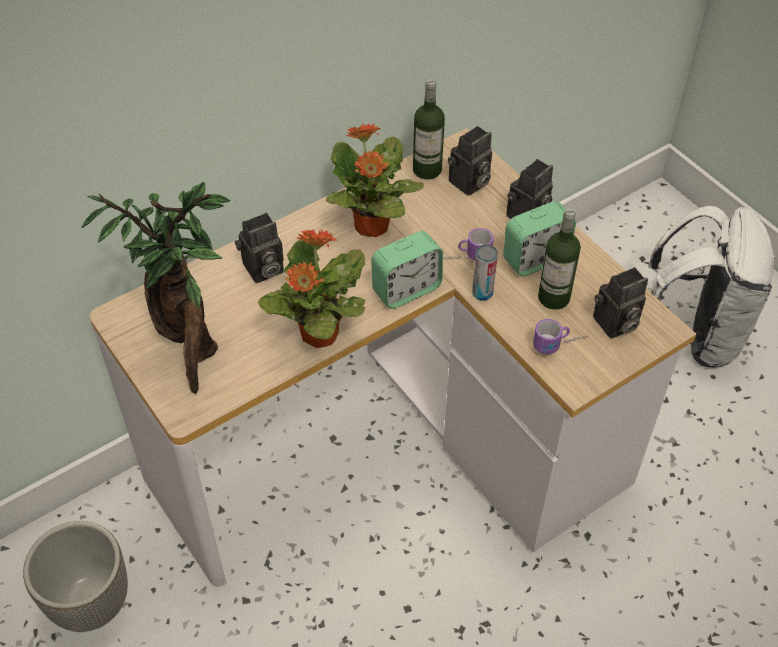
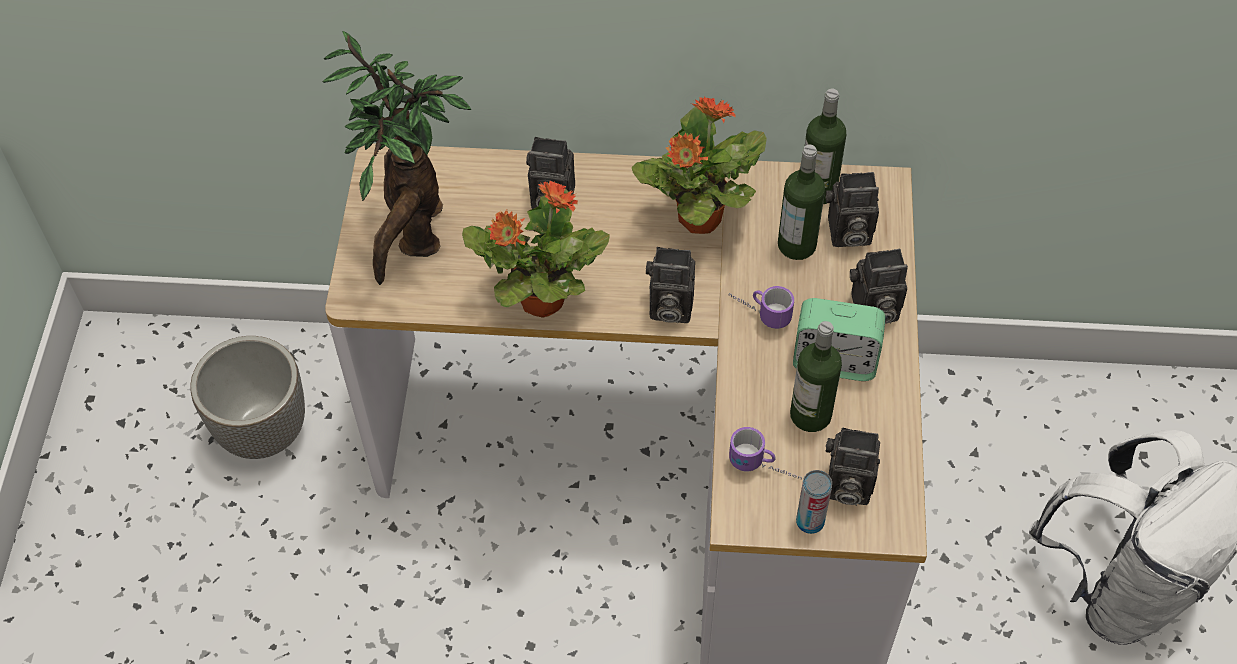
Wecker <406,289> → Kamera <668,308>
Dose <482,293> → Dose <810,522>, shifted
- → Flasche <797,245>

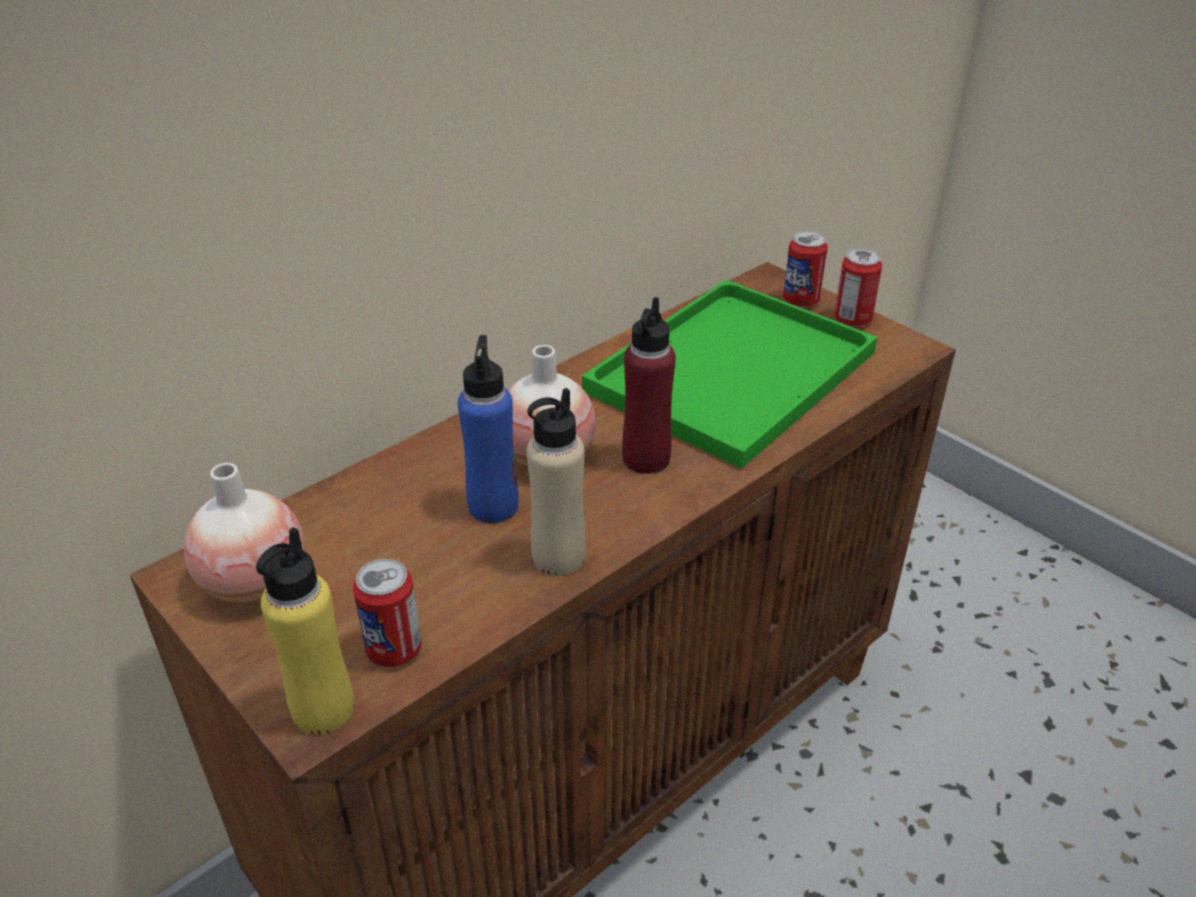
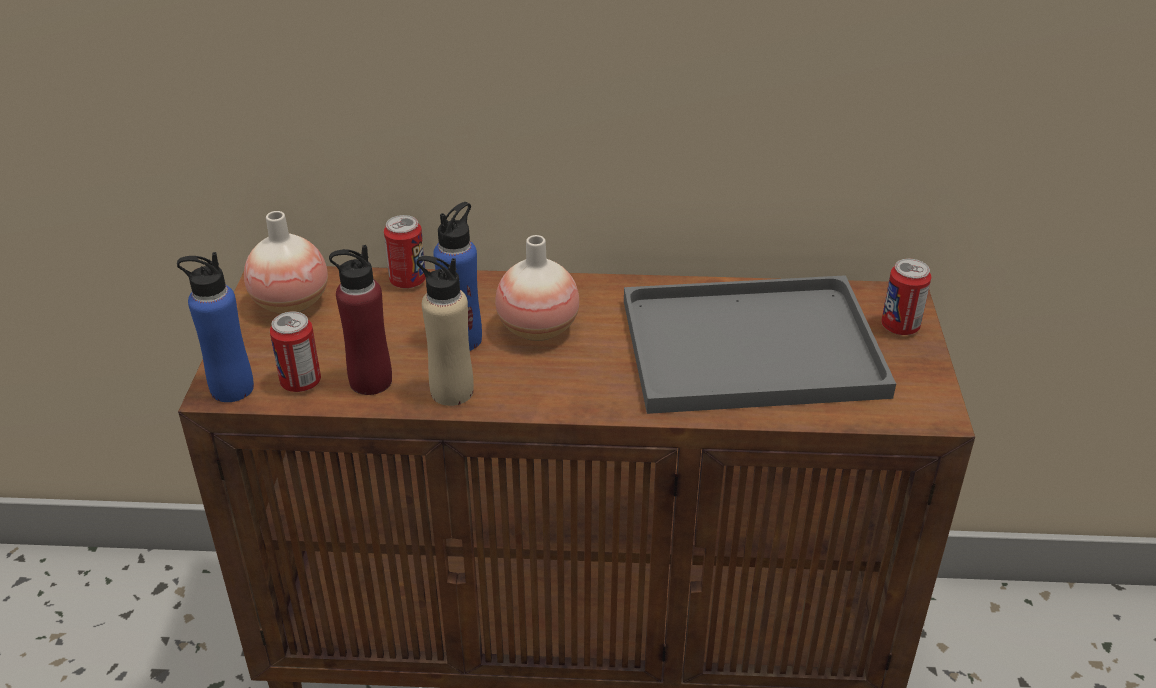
Dose <852,320> → Dose <408,281>, shifted
Tablett [grün] <731,375> → Tablett [grau] <746,349>
Flasche [rot] <646,459> → Flasche [rot] <370,381>, shifted
Flasche [gelb] <323,709> → Flasche [blau] <231,388>

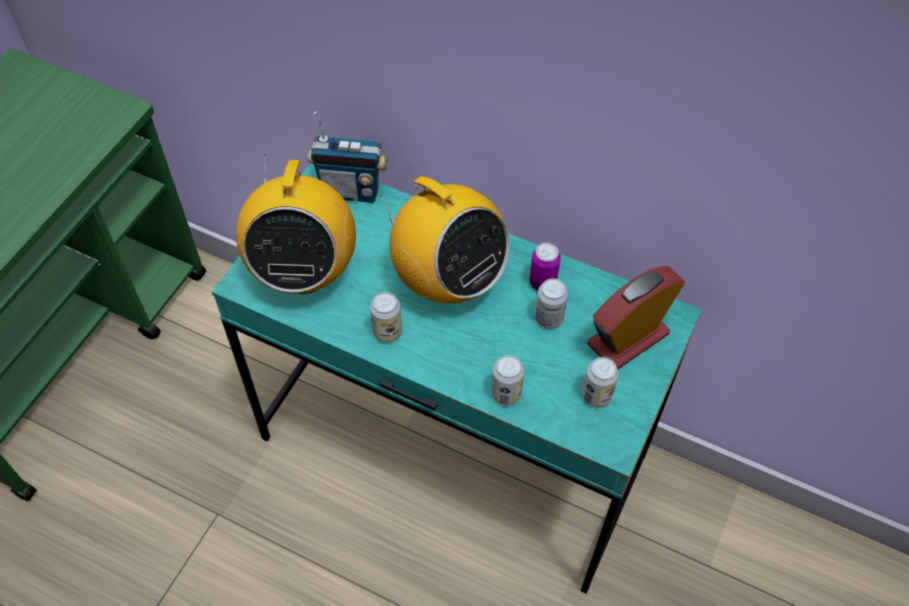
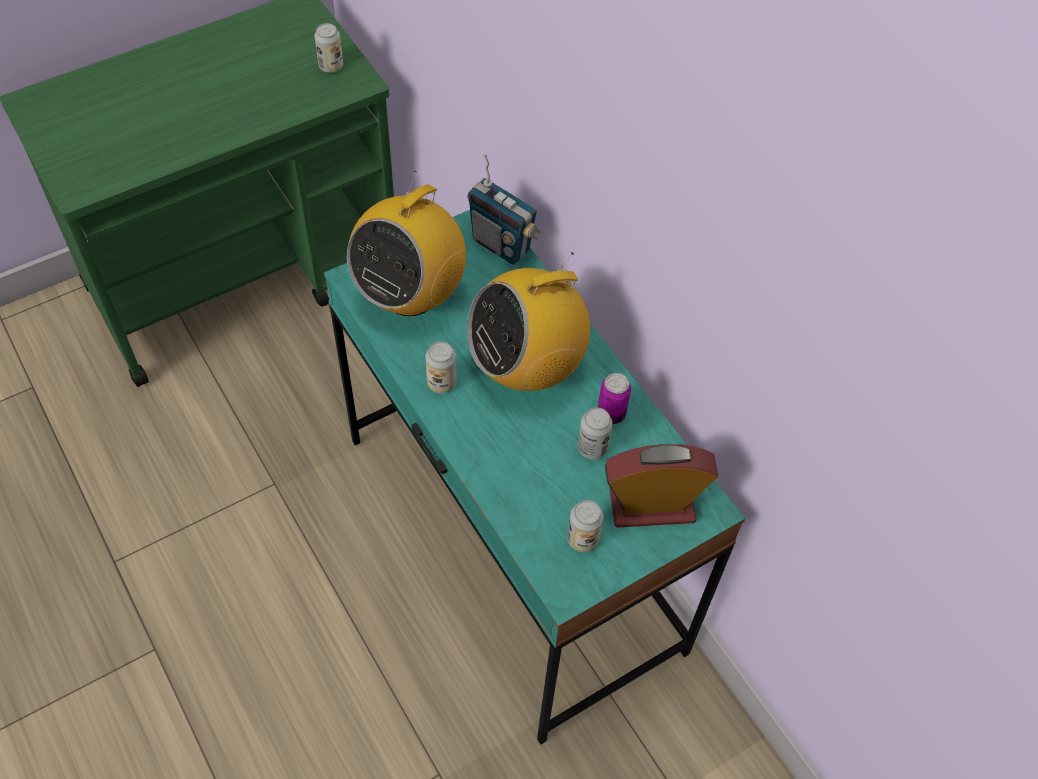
Radio <447,280> → Radio <527,367>, 75 degrees clockwise
Dose <506,394> → Dose <331,66>, shifted

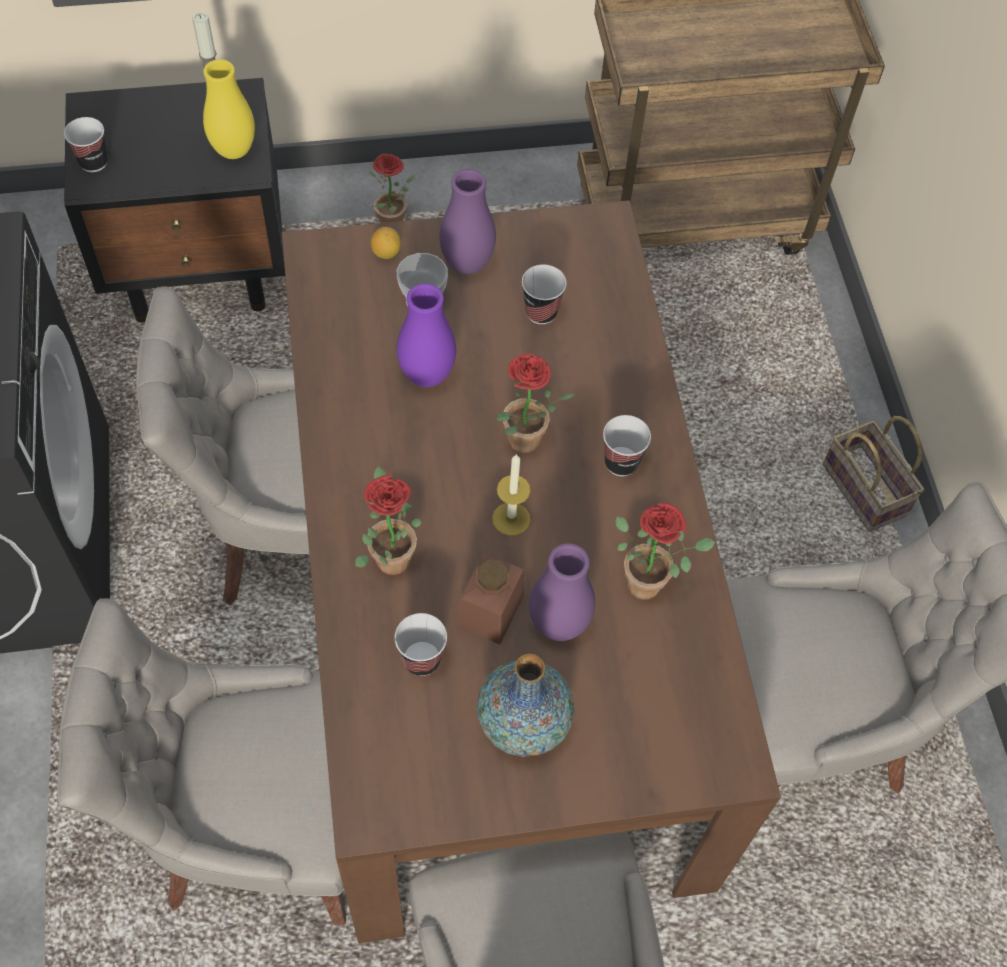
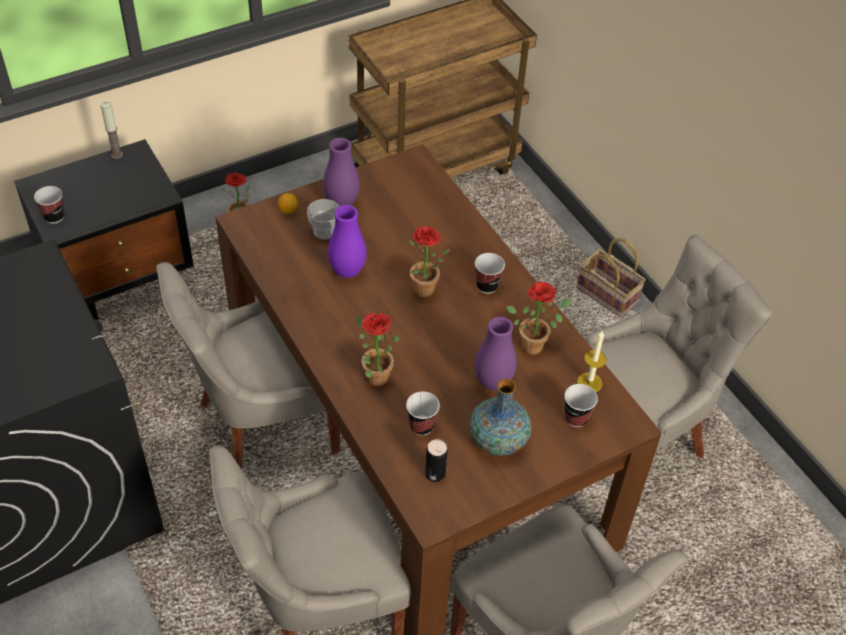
Vase [gelb] <234,151> → -
Tasse <541,312> → Tasse <576,418>, shifted
Kerze <511,519> → Kerze <589,382>, shifted
Vorratsglas [braun] <490,611> → -
- → Dose <435,474>

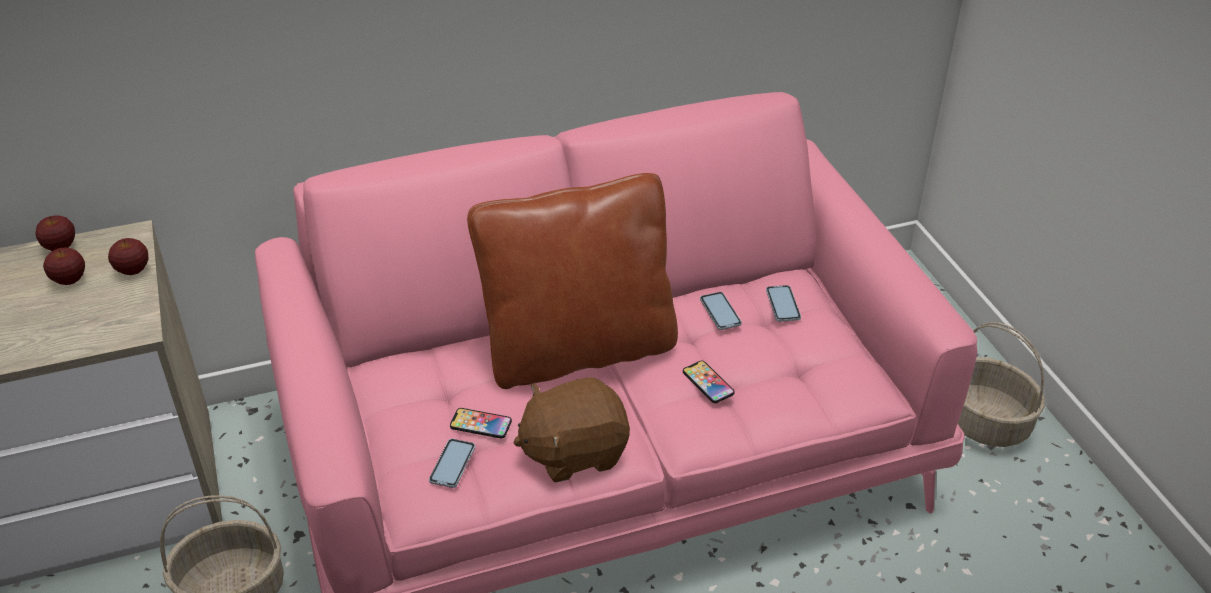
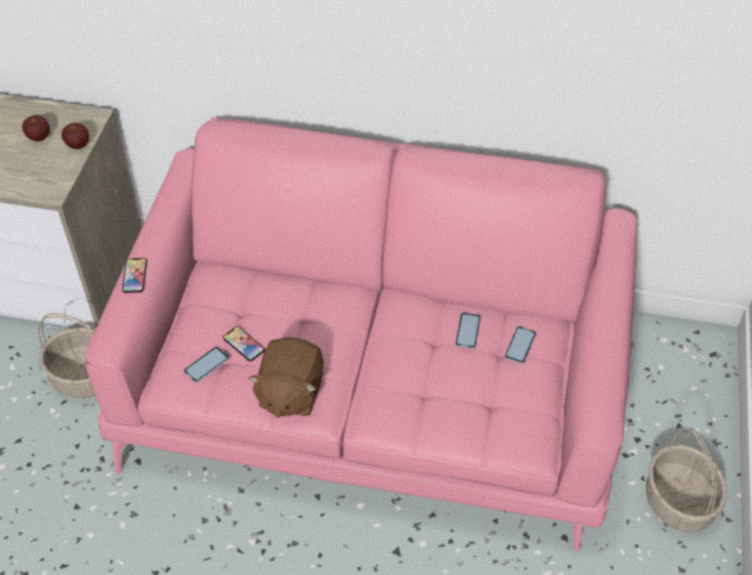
Kissen [braun] <578,350> → -
Apfel <60,247> → -
Handy <708,382> → Handy <134,276>, shifted
Plüschtier [braun] <574,451> → Plüschtier [braun] <289,393>, 90 degrees counterclockwise

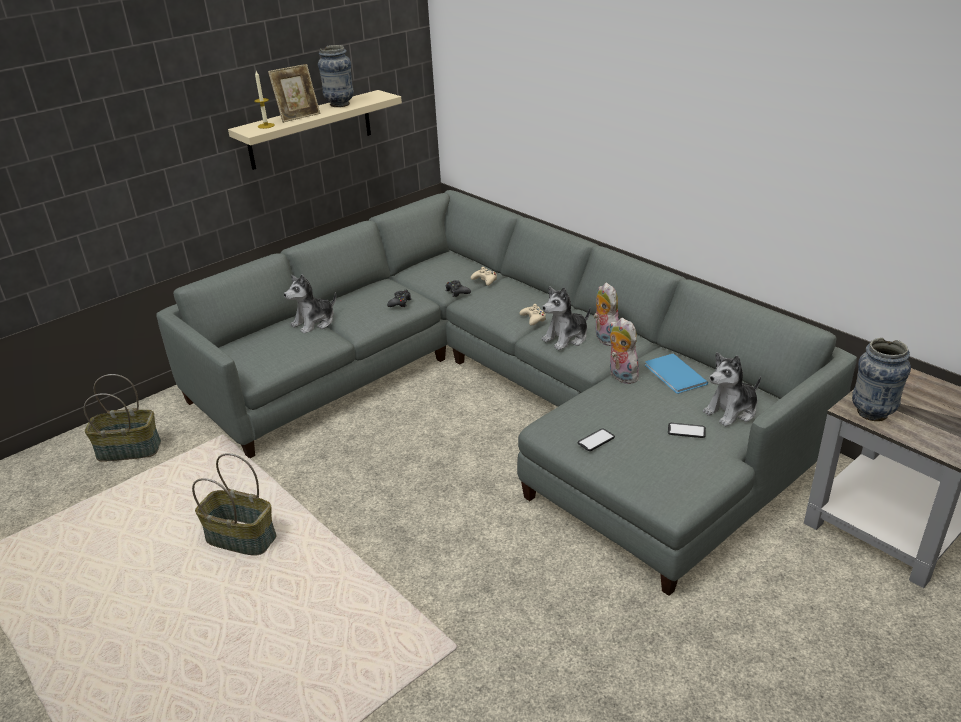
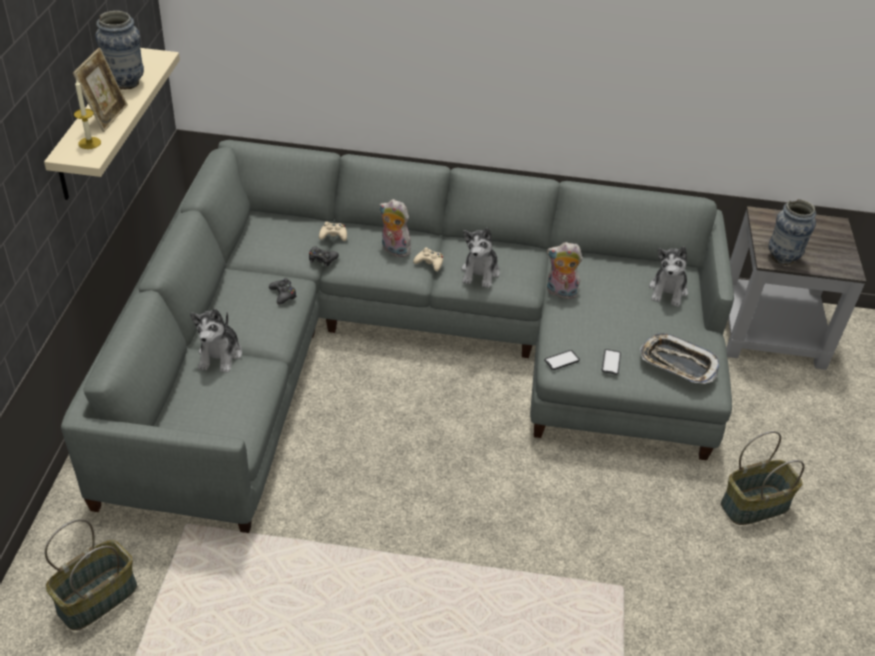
Plüschtier <604,338> → Plüschtier <393,250>, shifted
Buch [blau] <674,376> → -
Handy <686,431> → Handy <561,360>, shifted
Korb <242,537> → Korb <754,504>, shifted
- → Tablett <677,363>

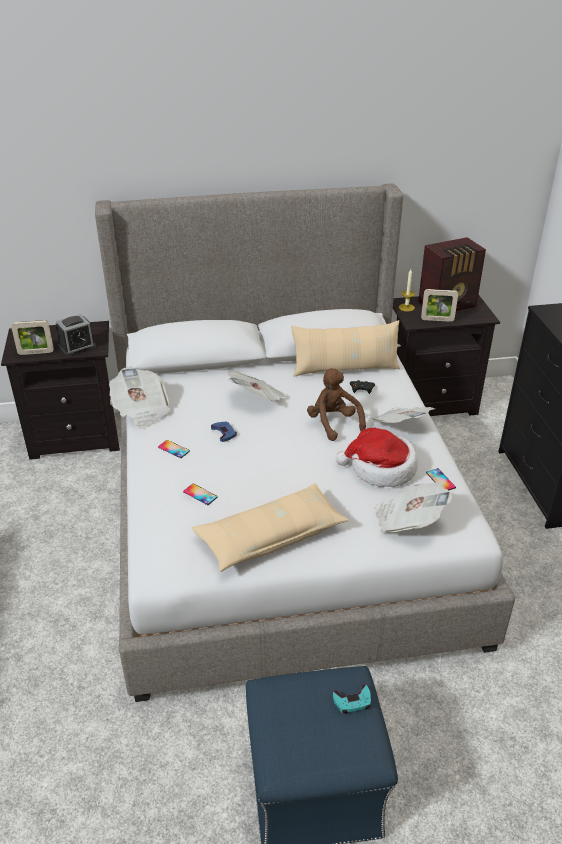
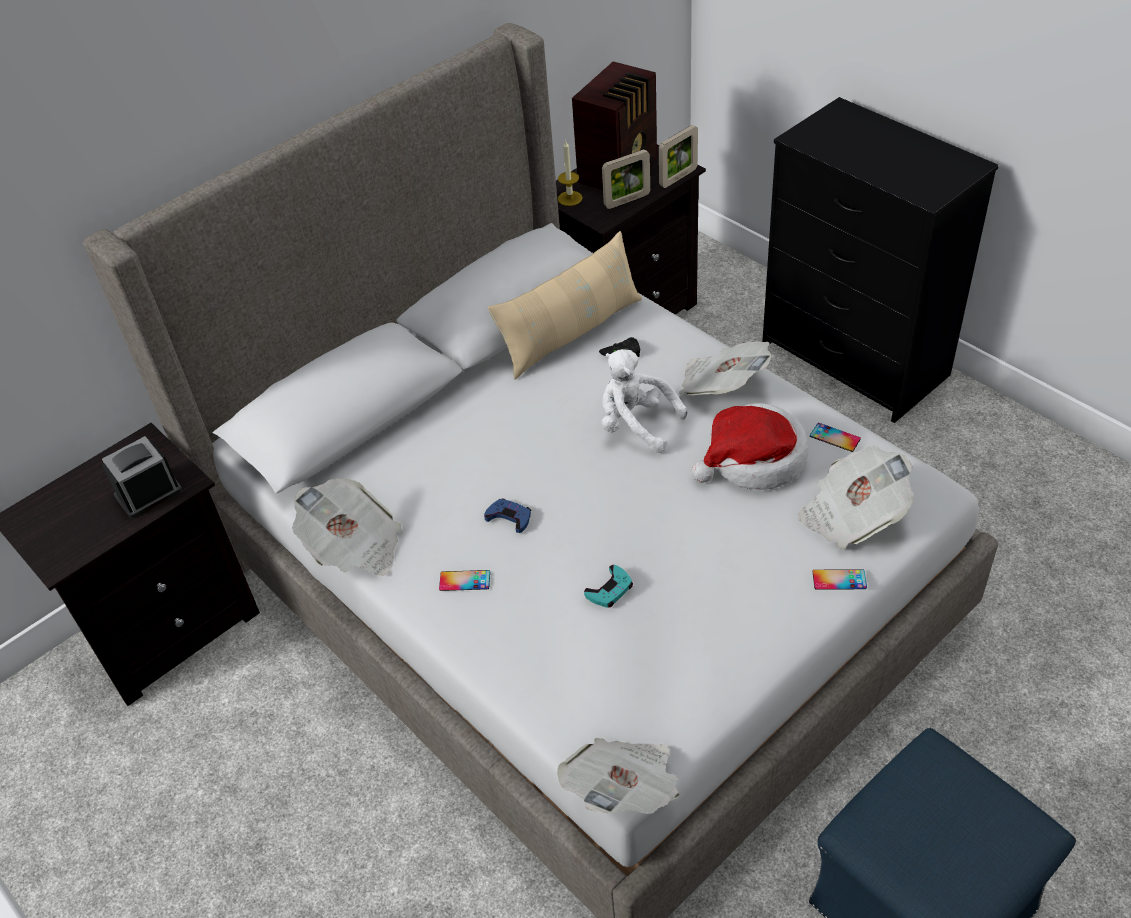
Wecker <77,347> → Wecker <148,493>, 150 degrees counterclockwise
Bilderrahmen <36,352> → Bilderrahmen <678,177>, shifted
Plüschtier [braun] <333,423> → Plüschtier [weiß] <636,425>
Zeitung <258,400> → Zeitung <624,789>, shifted
Kissen [beige] <271,536> → -
Handy <200,494> → Handy <839,580>, shifted
Gamepad [türkis] <352,701> → Gamepad [türkis] <610,590>, shifted

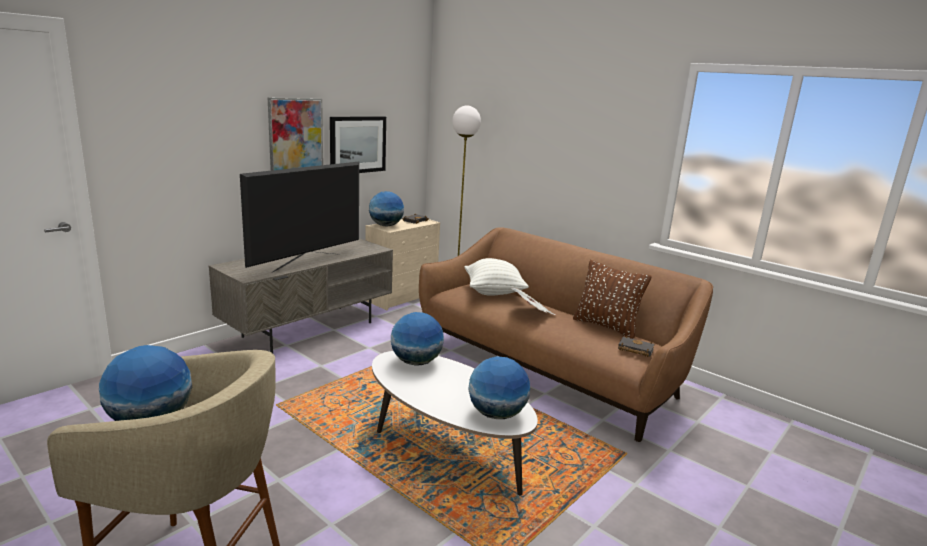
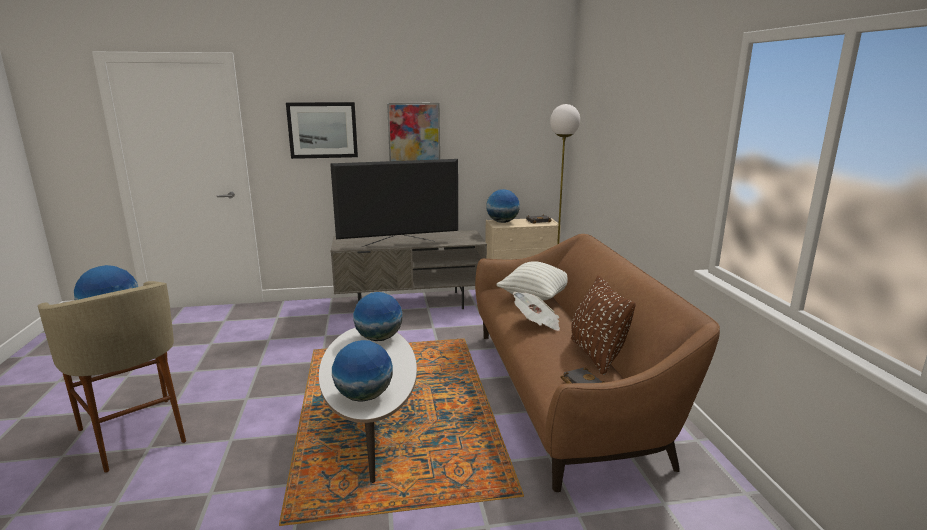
Bild <357,144> → Bild <322,130>, shifted

